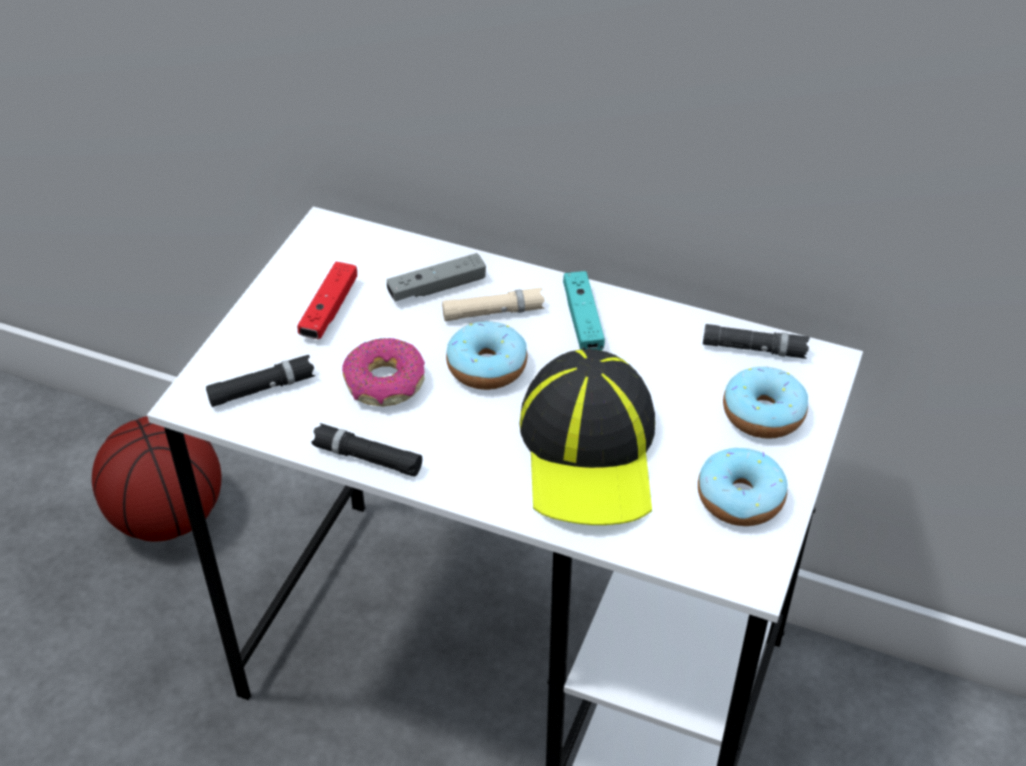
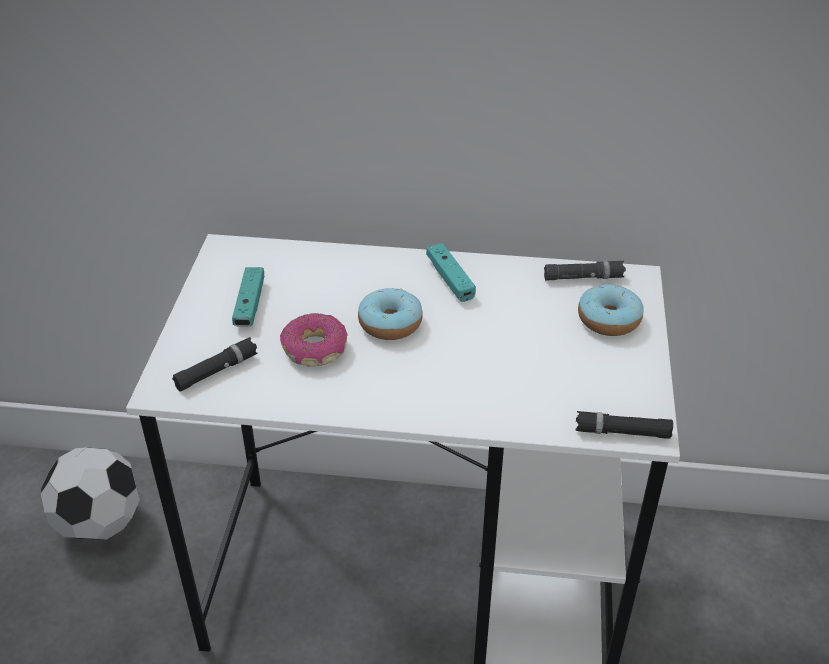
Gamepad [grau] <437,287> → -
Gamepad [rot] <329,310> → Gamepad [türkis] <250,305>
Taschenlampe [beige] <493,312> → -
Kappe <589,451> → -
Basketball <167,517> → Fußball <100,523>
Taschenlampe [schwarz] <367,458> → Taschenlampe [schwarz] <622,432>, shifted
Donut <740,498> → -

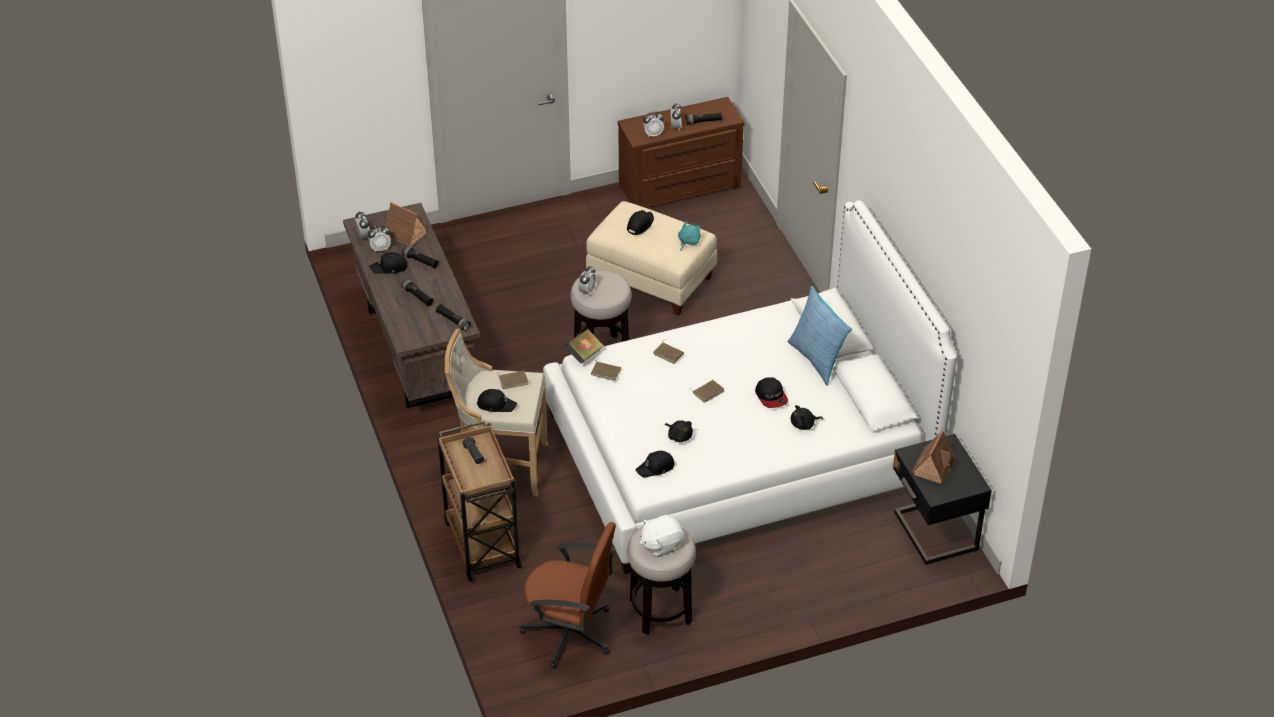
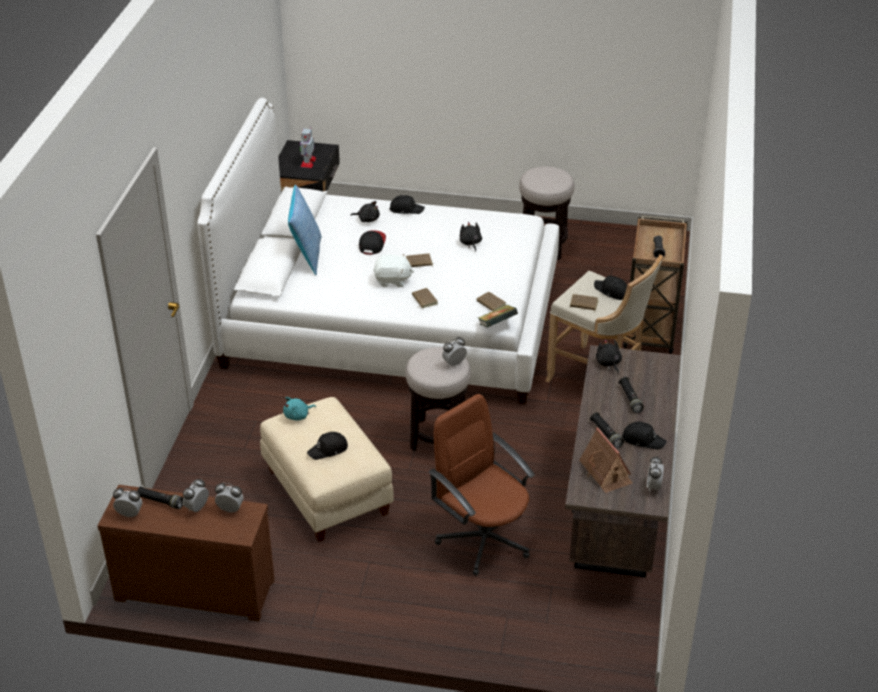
Wecker <380,248> → Wecker <129,514>, shifted
Taschenlampe [schwarz] <453,321> → Plüschtier [schwarz] <608,363>
Spielzeughaus <933,466> → Spielzeugroboter <308,162>
Kappe [schwarz] <656,468> → Kappe [schwarz] <406,209>, shifted
Plüschtier [weiß] <661,544> → Plüschtier [weiß] <392,280>, shifted
Bürostuhl [braun] <570,633> → Bürostuhl [braun] <483,538>, shifted

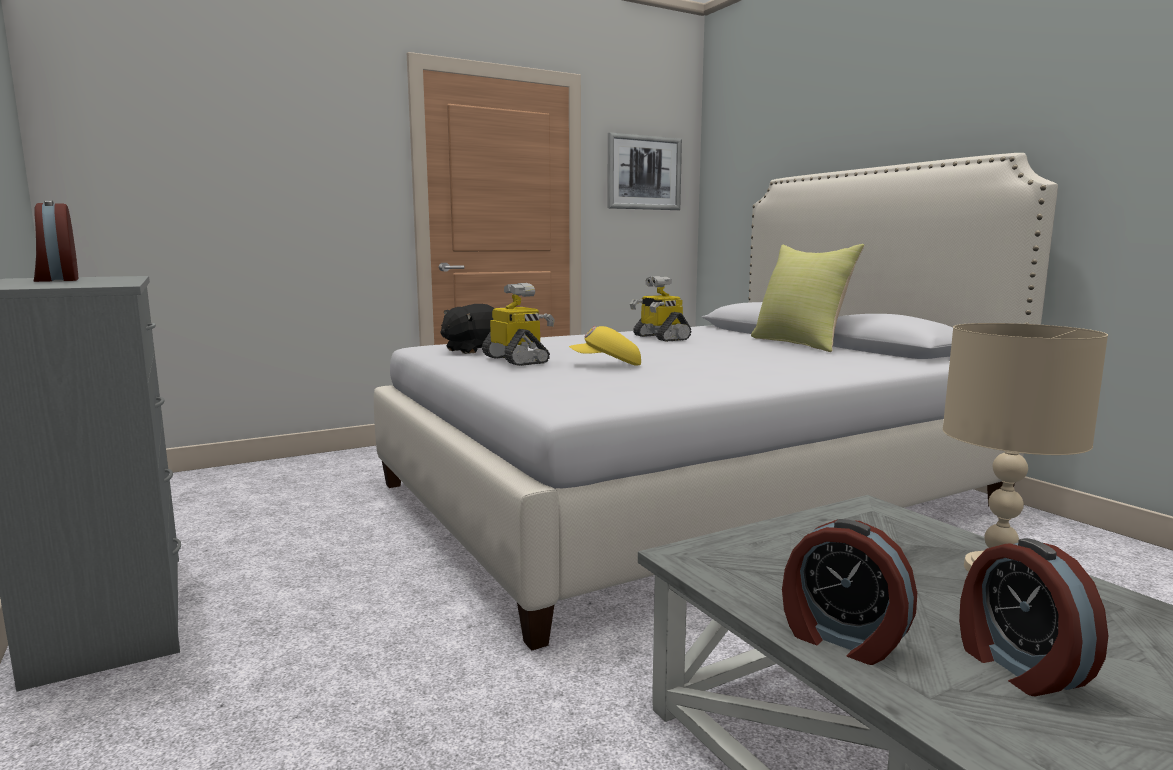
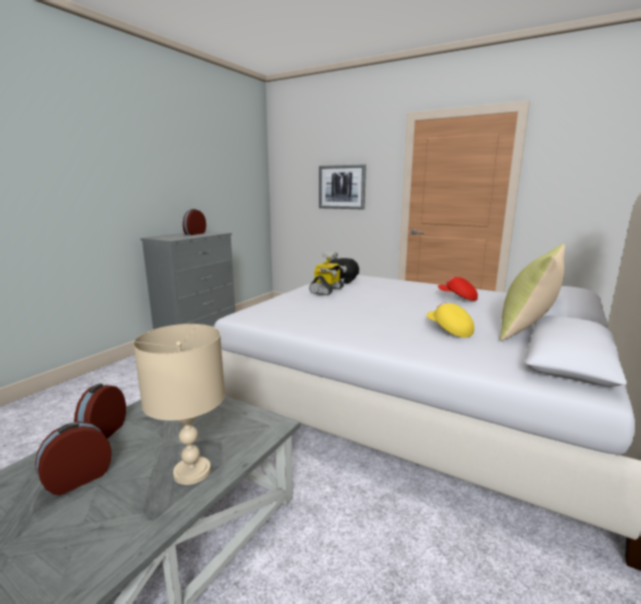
Bild <644,173> → Bild <341,187>, shifted
Spielzeugroboter <660,337> → Kappe [rot] <457,297>
Kappe [gelb] <607,365> → Kappe [gelb] <448,330>, shifted

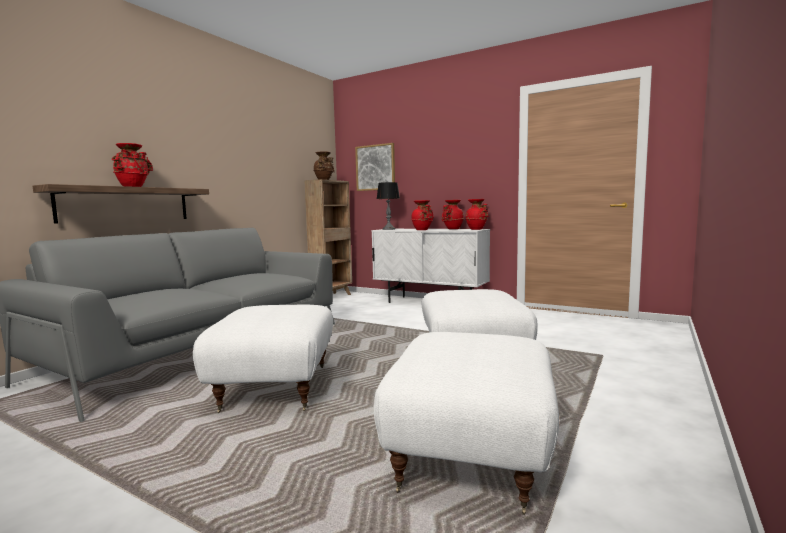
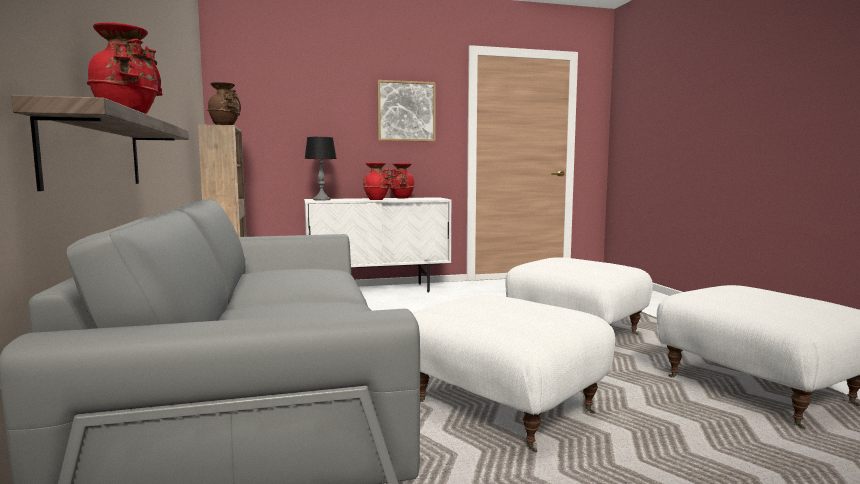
Bild <375,167> → Bild <406,111>, shifted
Vase [rot] <477,229> → -

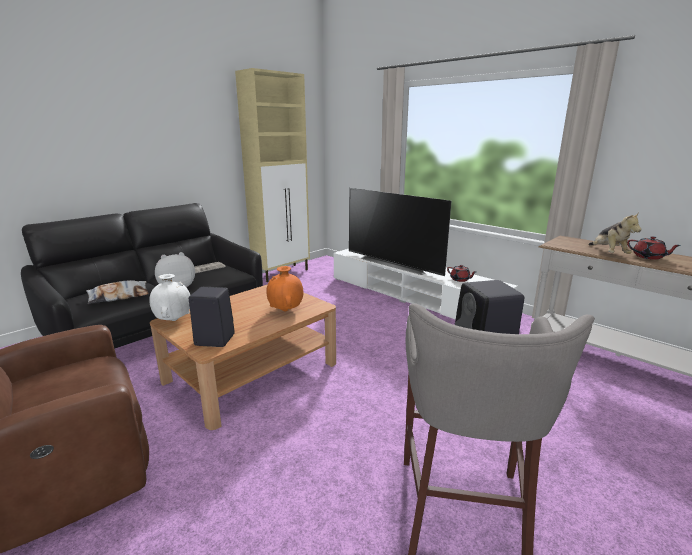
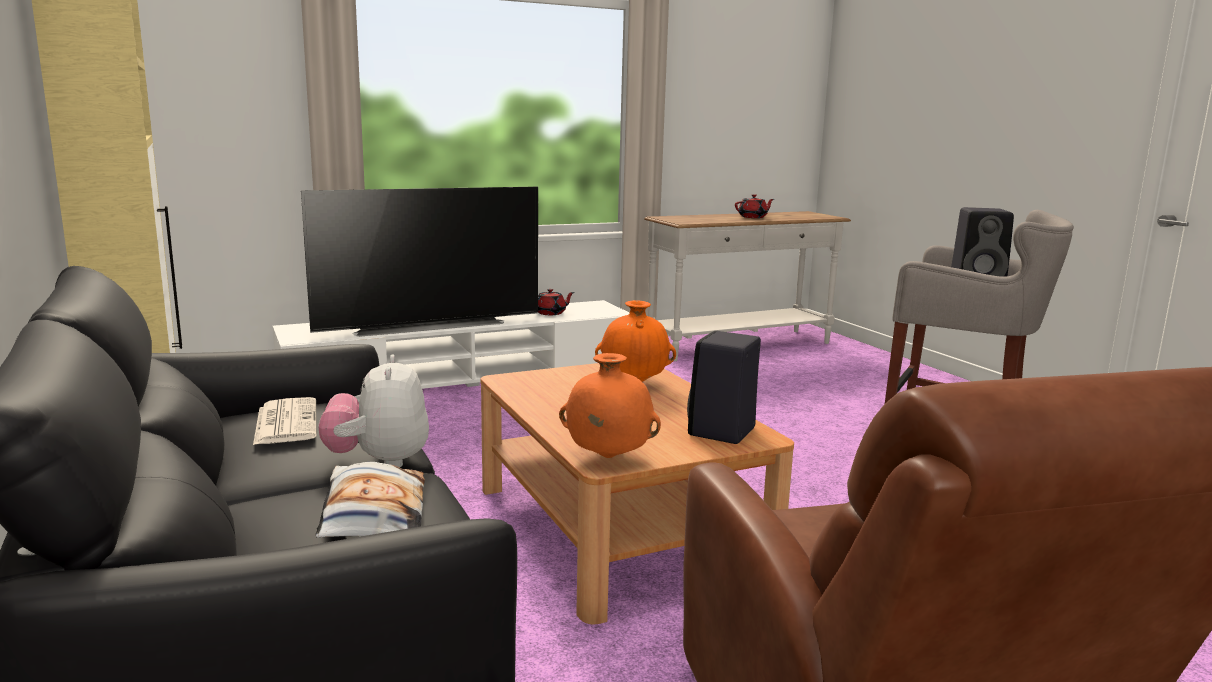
Plüschtier <608,253> → -
Vase [weiß] <173,320> → Vase [orange] <607,457>

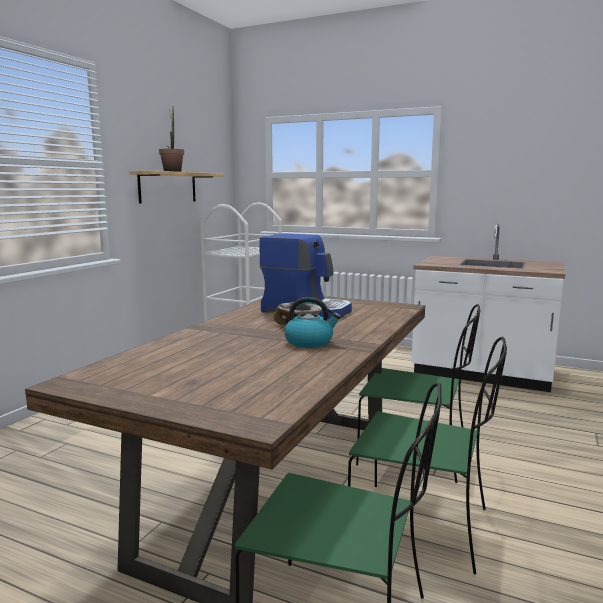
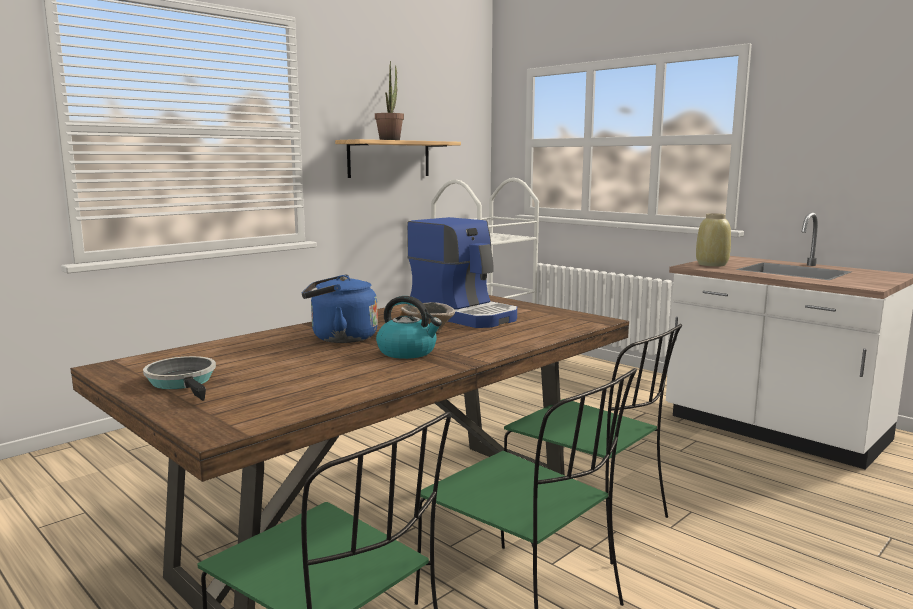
- → Vase [beige] <712,264>
- → Wasserkessel [blau] <340,338>
- → Pfanne <183,382>

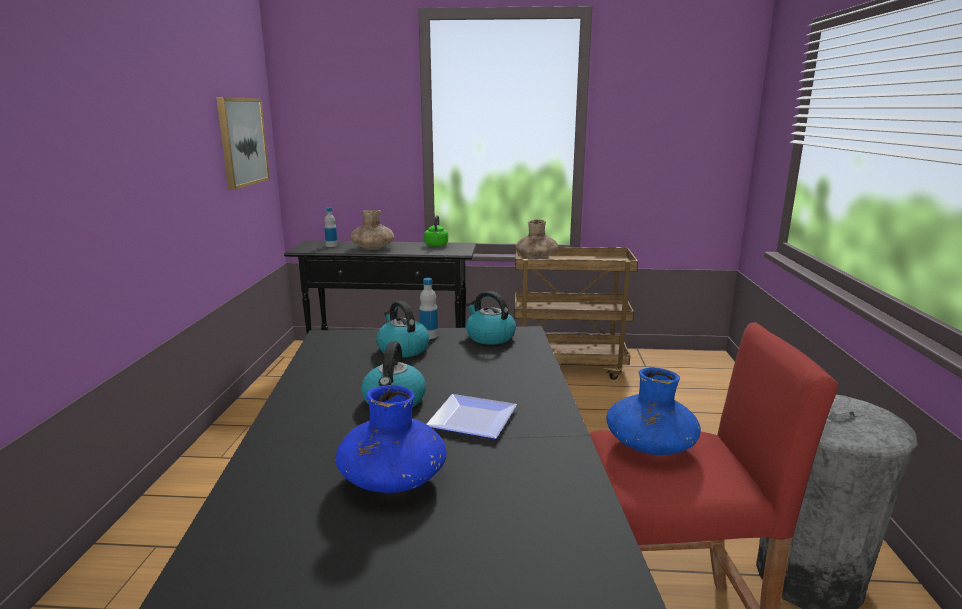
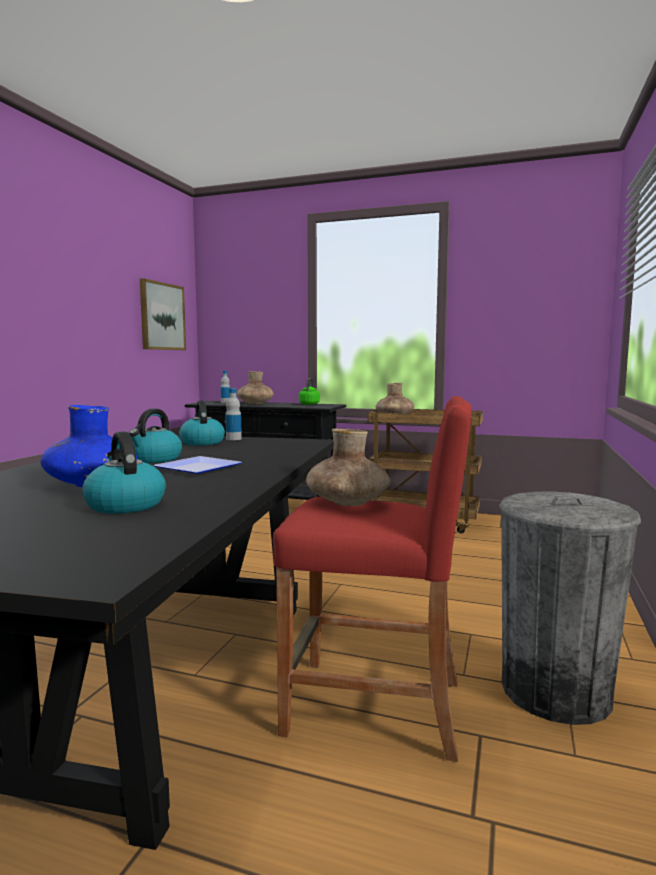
Wasserkessel <489,337> → Wasserkessel <125,505>, shifted
Vase [blau] <650,445> → Vase [braun] <347,502>

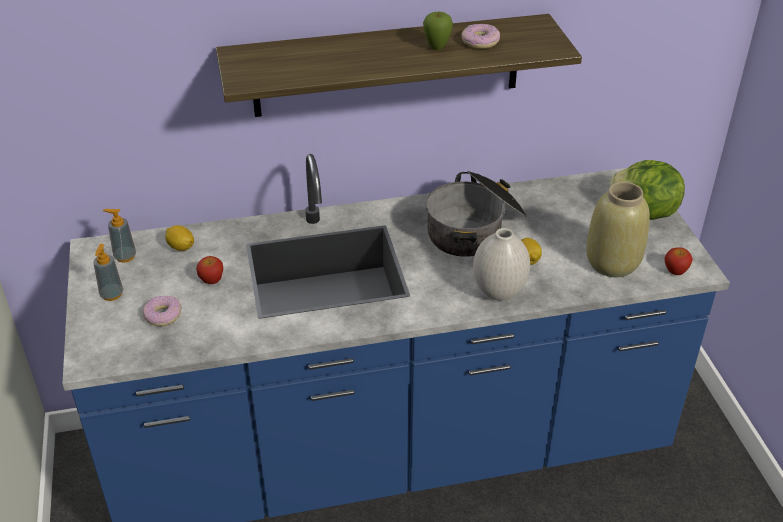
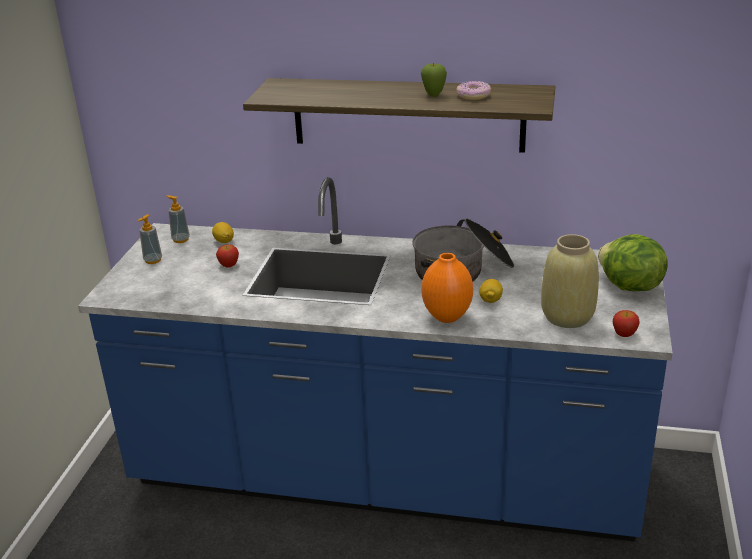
Vase [weiß] <499,293> → Vase [orange] <447,317>
Donut <163,315> → -

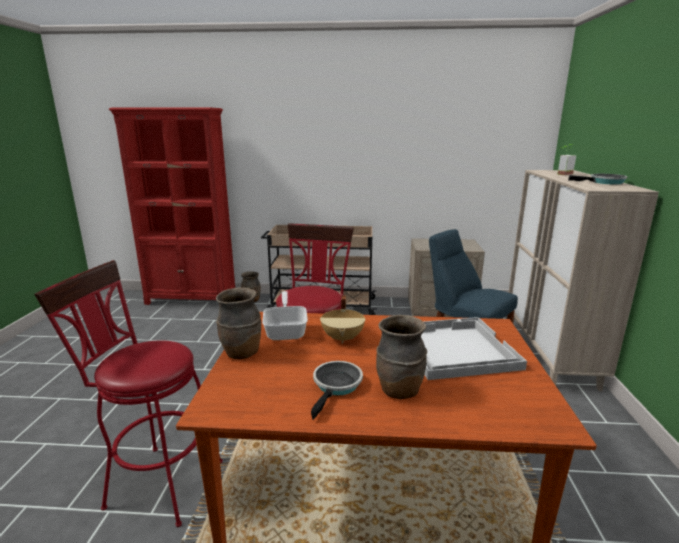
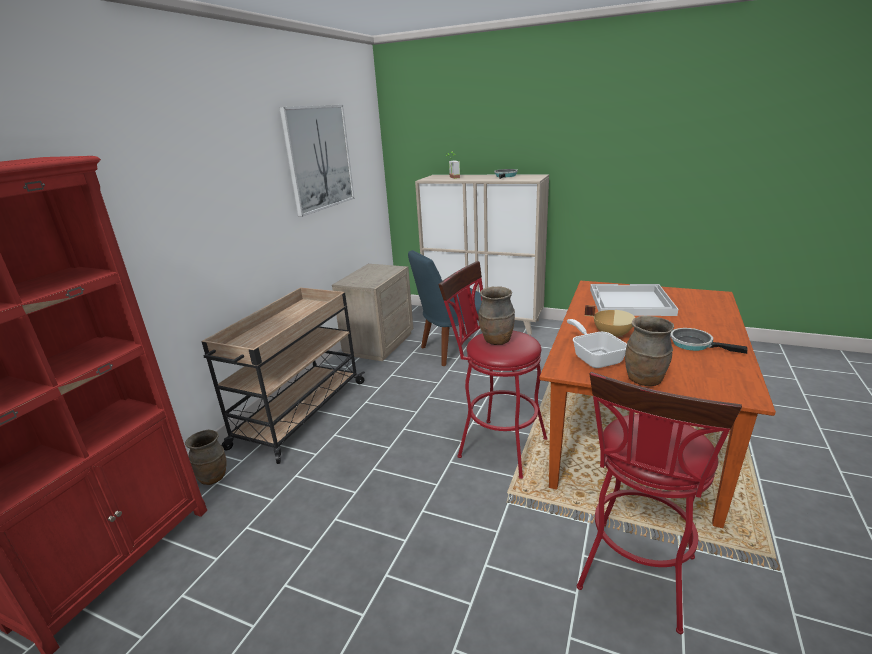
Pfanne <286,330> → Pfanne <594,357>, 60 degrees clockwise
Vase [braun] <399,391> → Vase [braun] <496,341>, shifted
- → Bild <319,158>

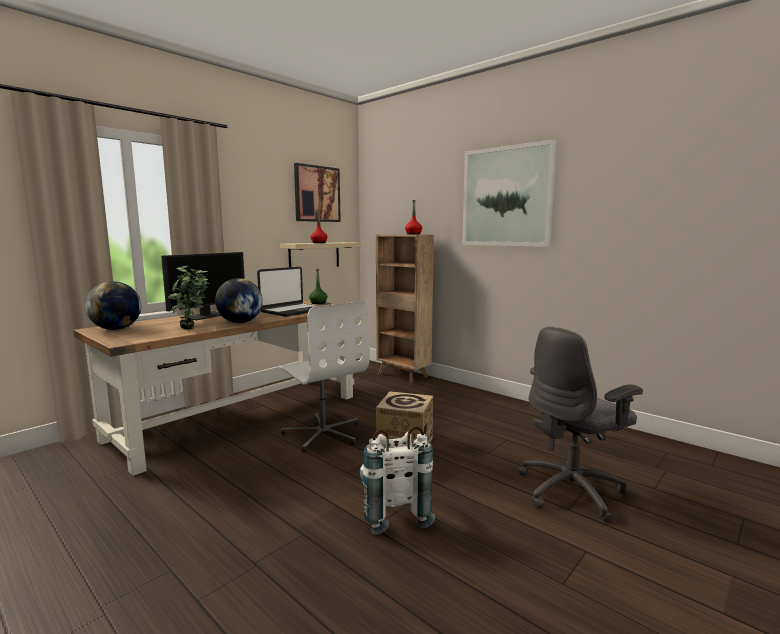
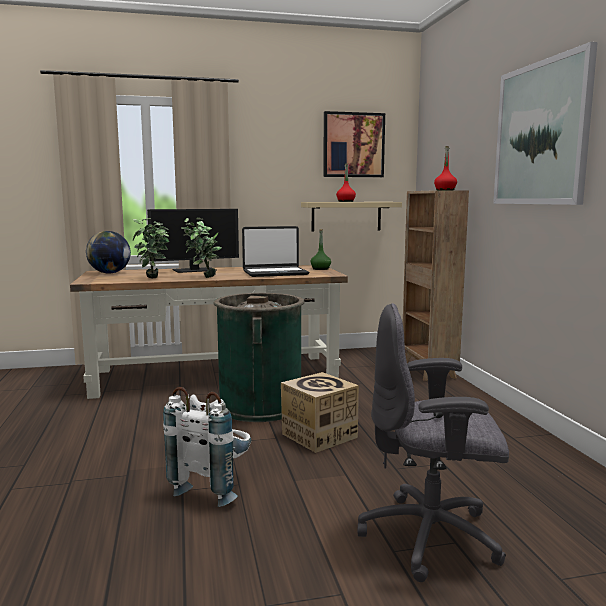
Globus <240,322> → Topfpflanze <202,277>
Bürostuhl [weiß] <323,433> → Mülleimer [grün] <260,405>

